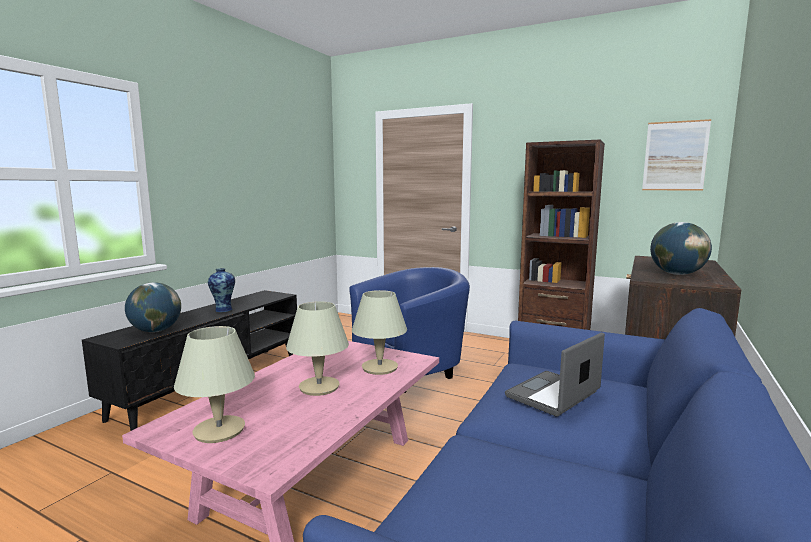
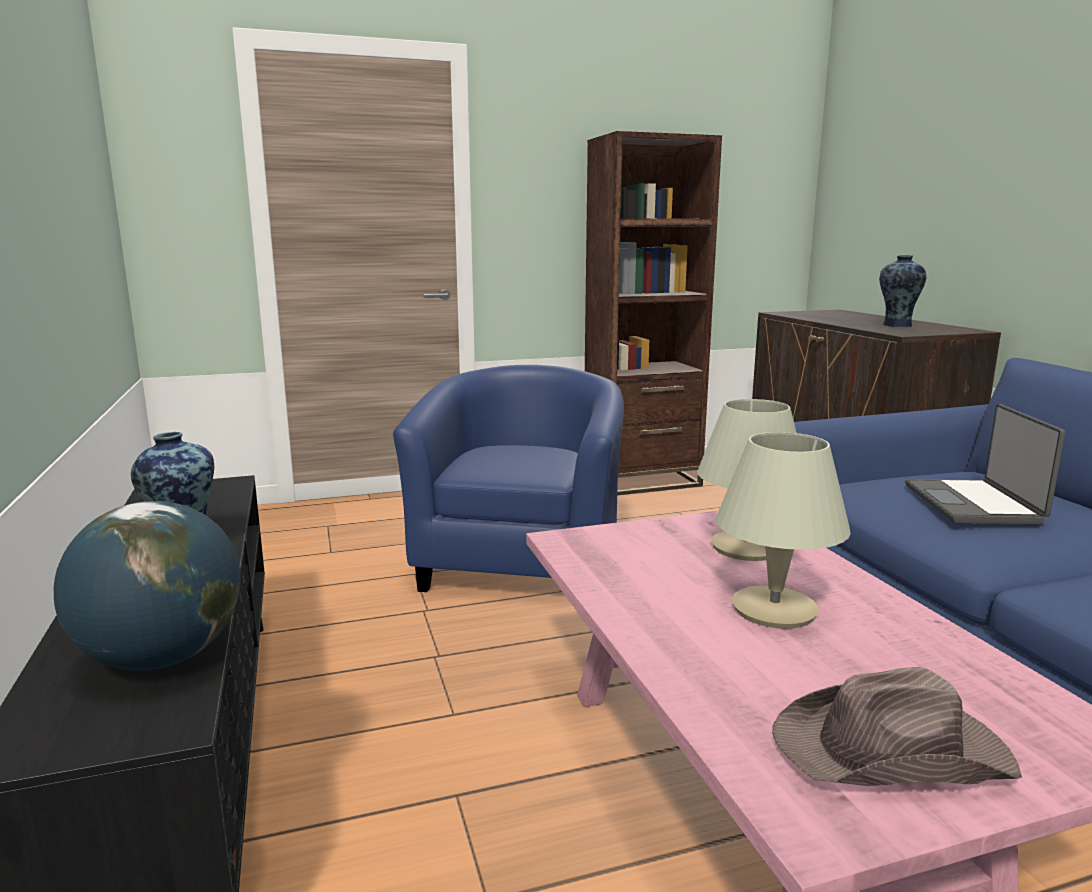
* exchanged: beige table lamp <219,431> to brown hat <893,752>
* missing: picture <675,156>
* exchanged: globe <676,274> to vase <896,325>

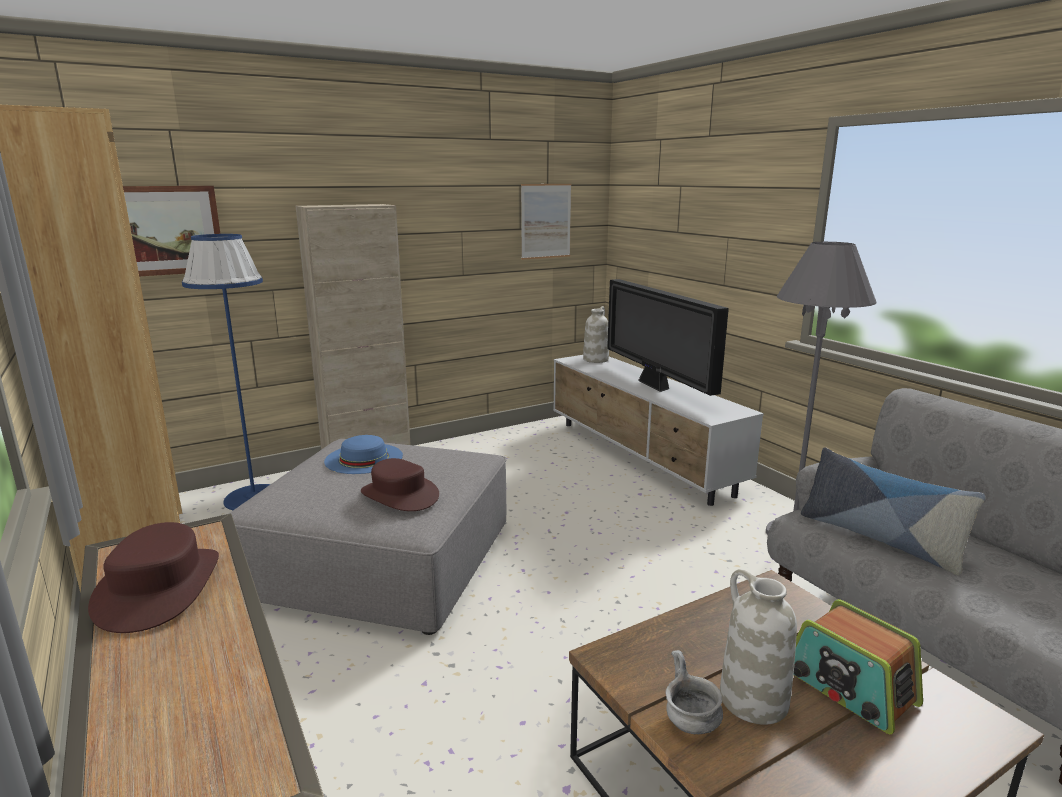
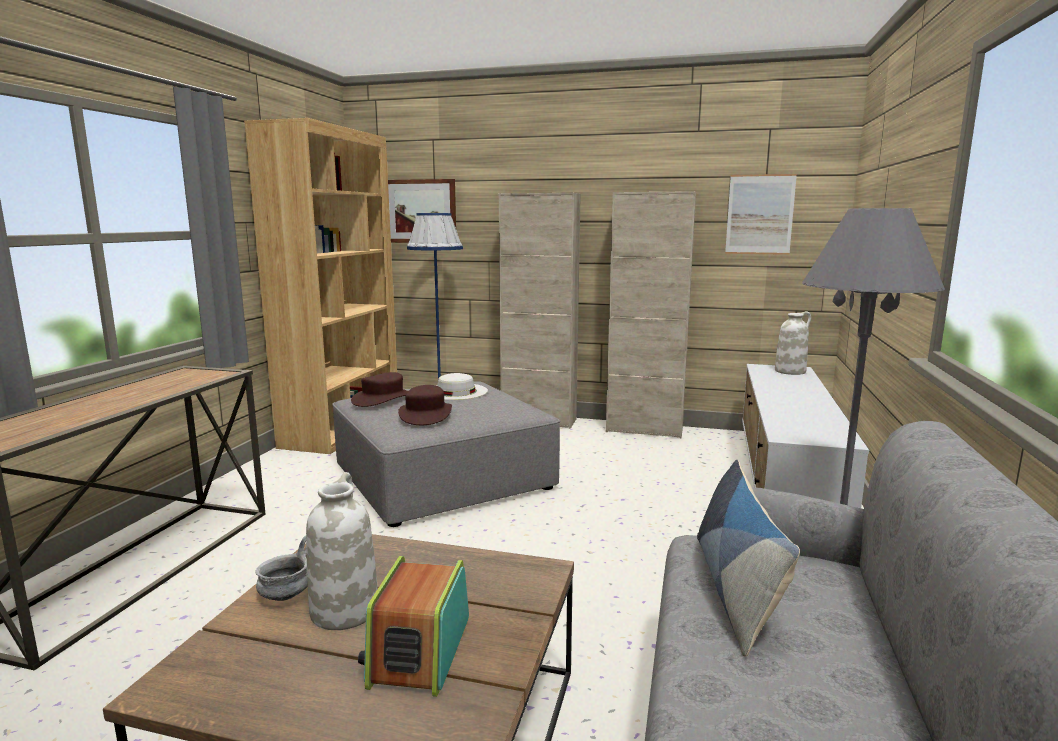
* relocated: brown hat <158,588> to <383,398>
* colour: blue hat <363,458> to white hat <455,391>
* missing: television <655,386>
* appeared: beige cabinet <644,430>

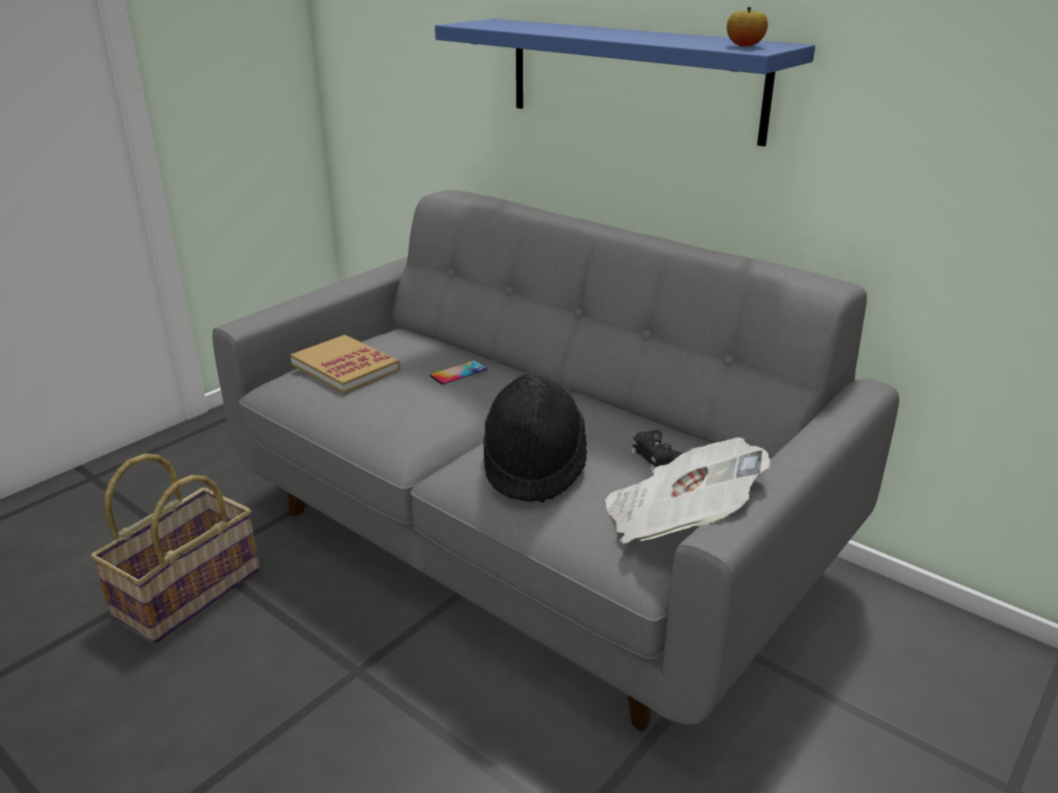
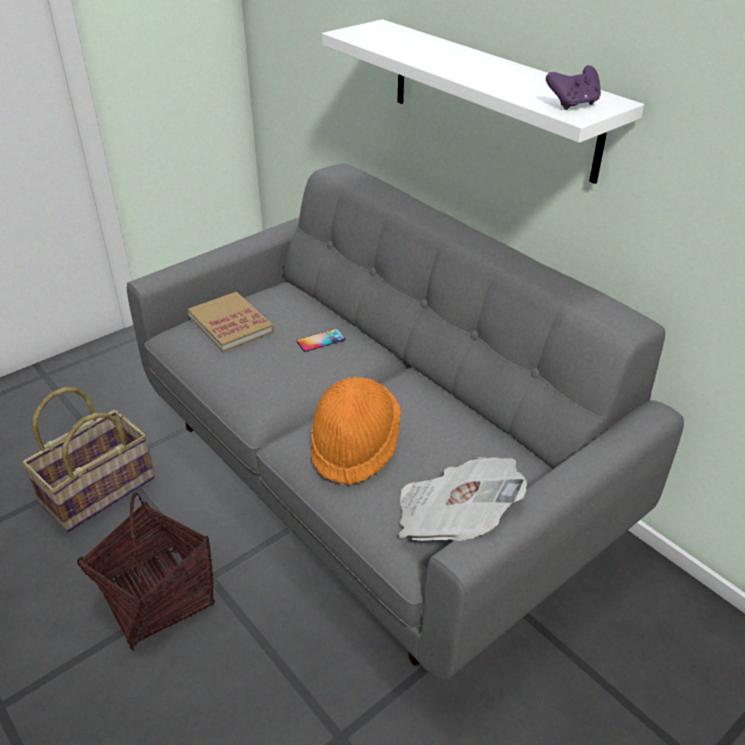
* colour: blue shelf <632,78> to white shelf <492,98>
* colour: black hat <533,465> to orange hat <354,446>
* missing: black game controller <657,457>
* exchanged: apple <744,46> to purple game controller <573,104>
* appeared: basket <157,597>

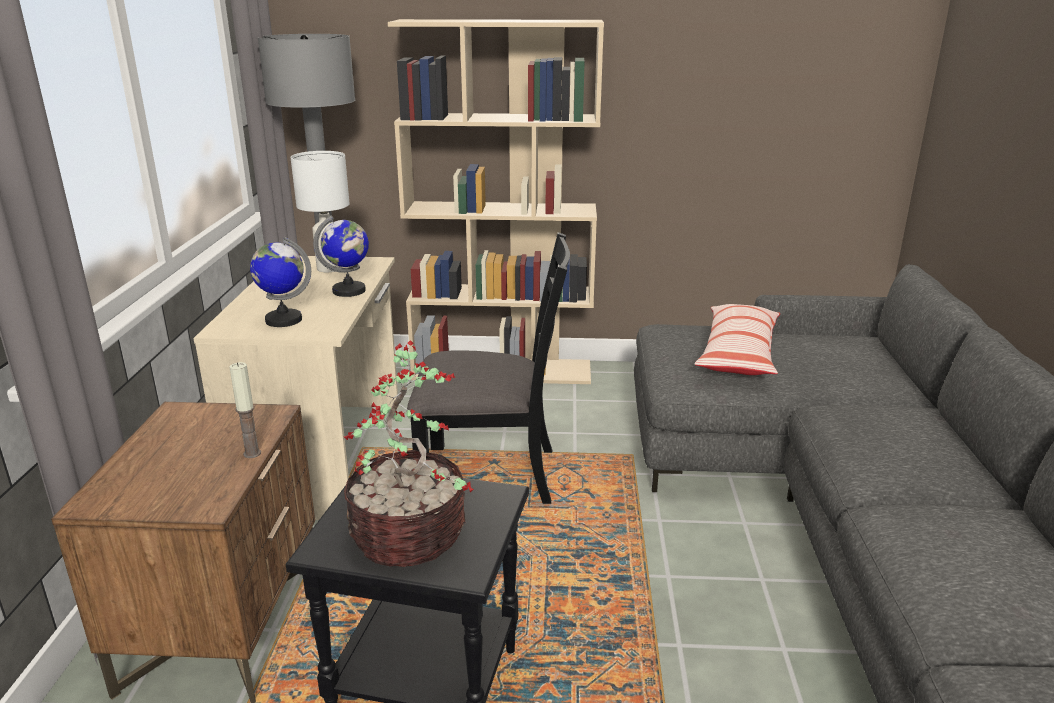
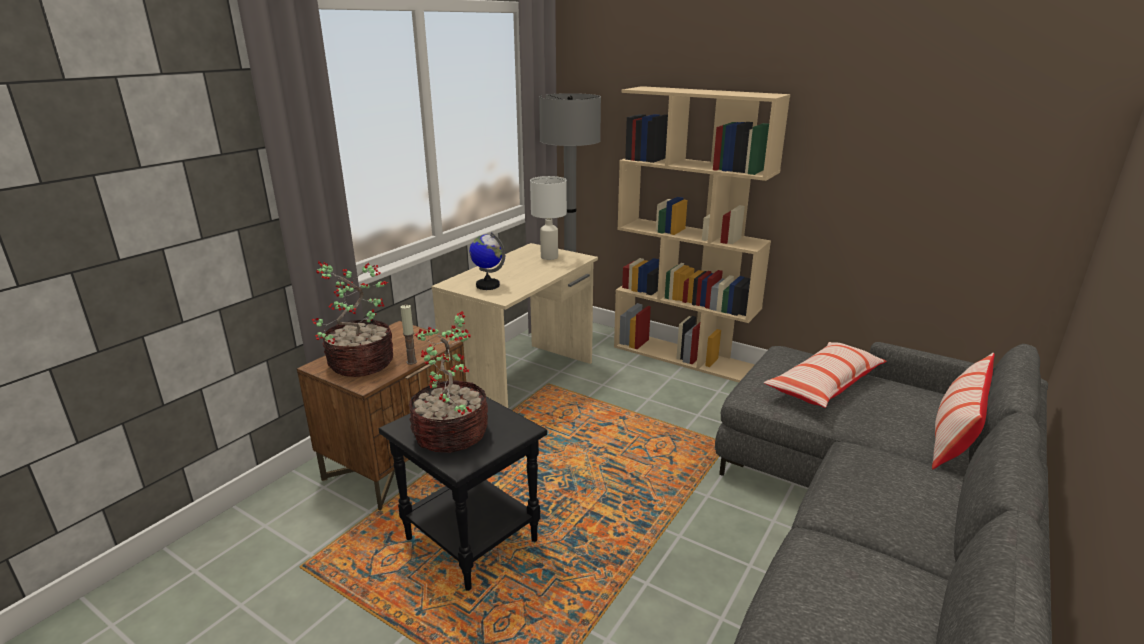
* missing: globe <349,291>
* missing: black chair <490,475>
* appeared: potted plant <359,364>
* appeared: pillow <954,436>

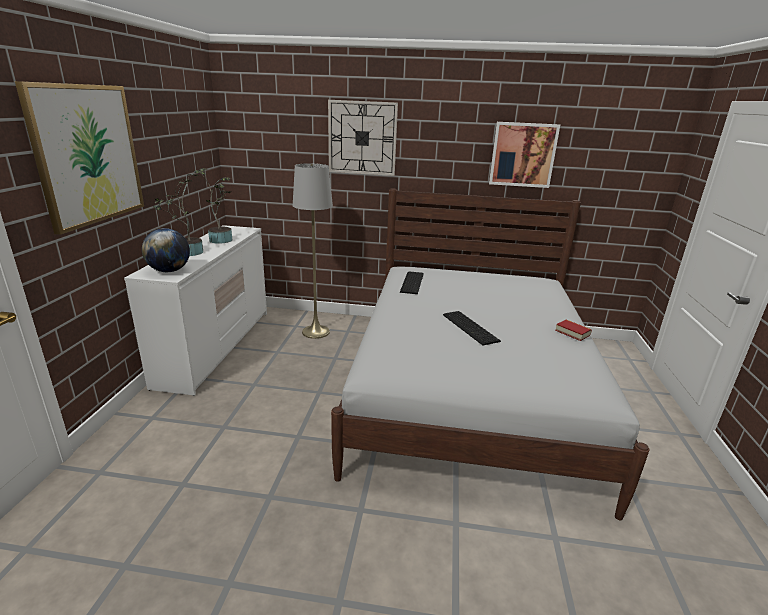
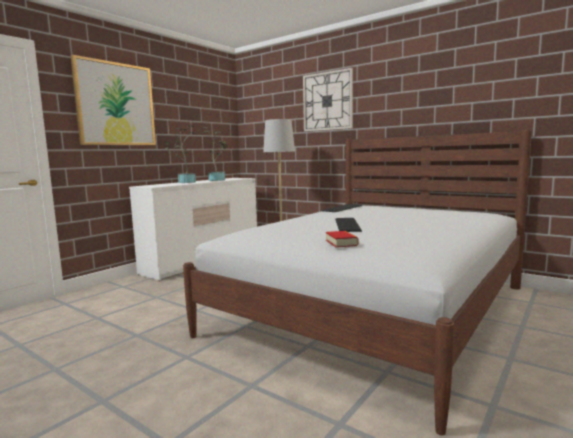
* missing: globe <169,271>
* missing: picture <523,155>
* relocated: book <572,333> to <341,243>

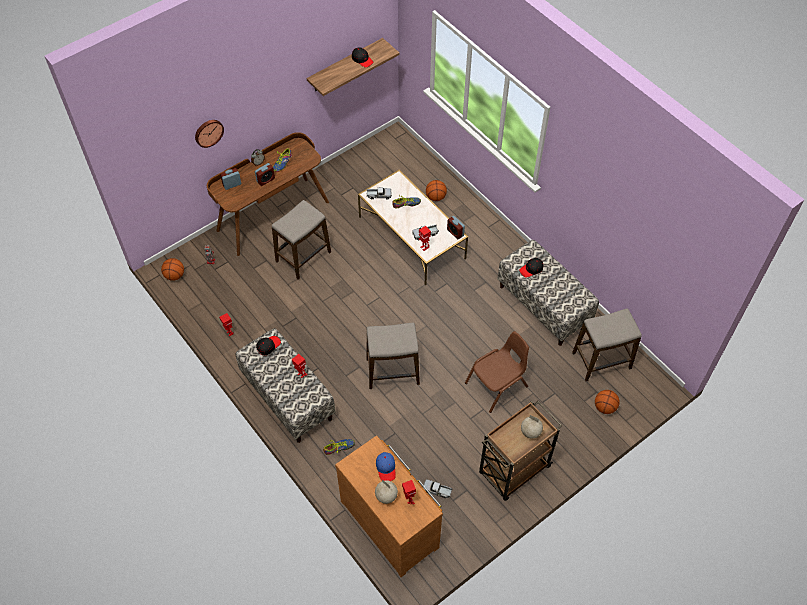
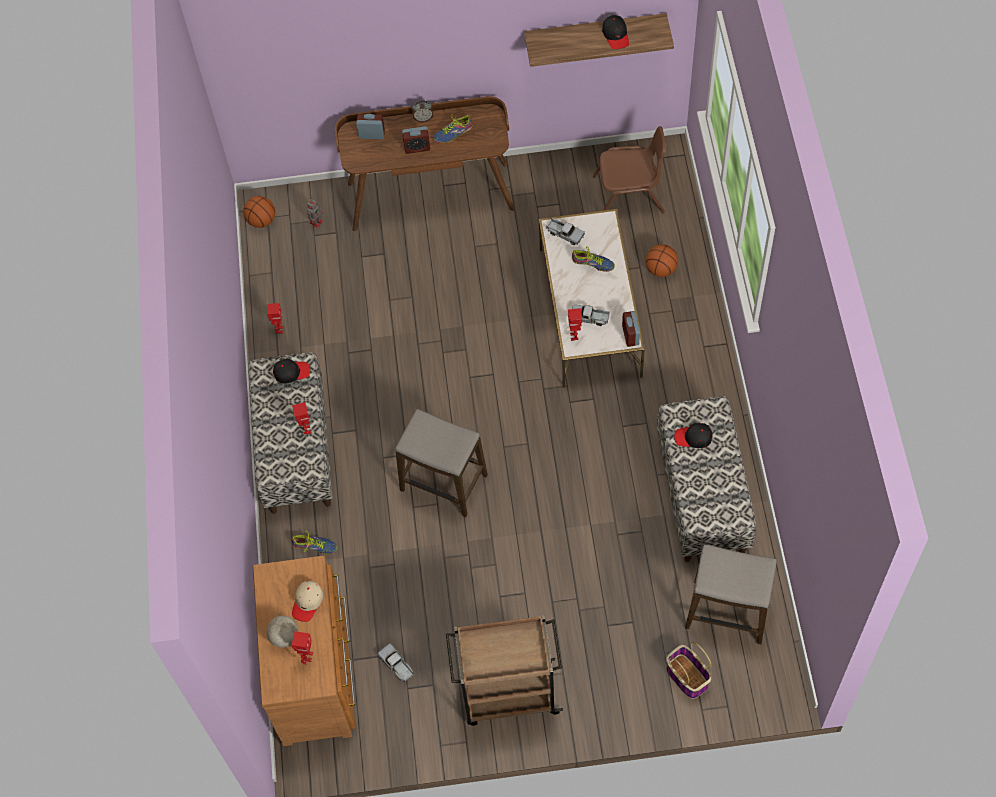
* missing: wall clock <208,132>
* missing: stool <303,257>
* colour: blue cap <386,468> to beige cap <307,602>
* relocated: brown chair <497,385> to <629,195>
* missing: globe <530,432>
* exchanged: basketball <604,407> to basket <686,676>

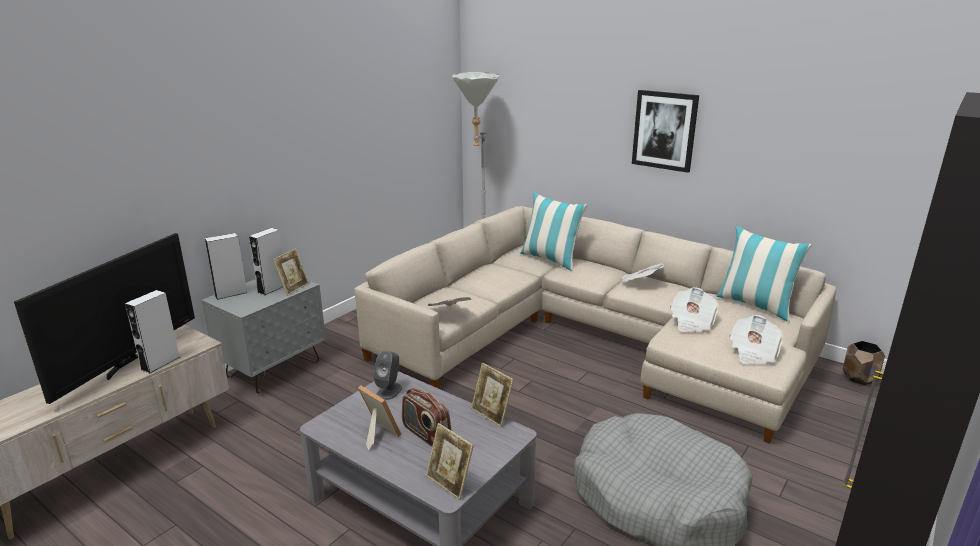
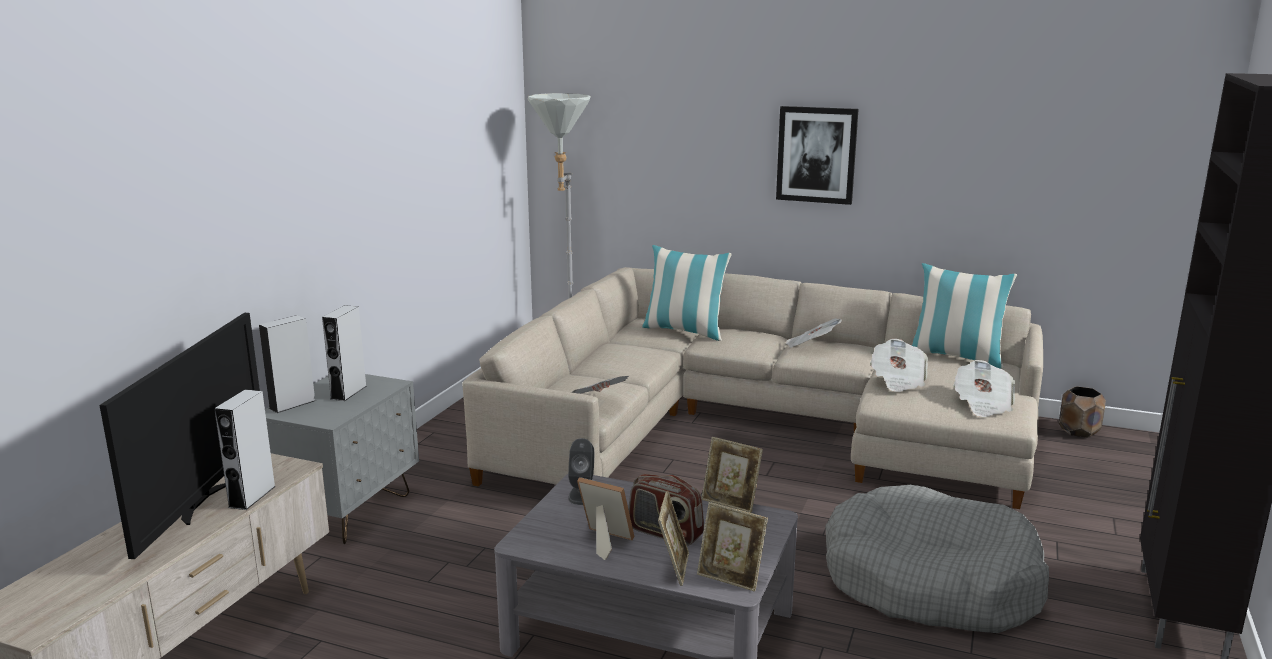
* relocated: picture frame <293,288> to <673,568>

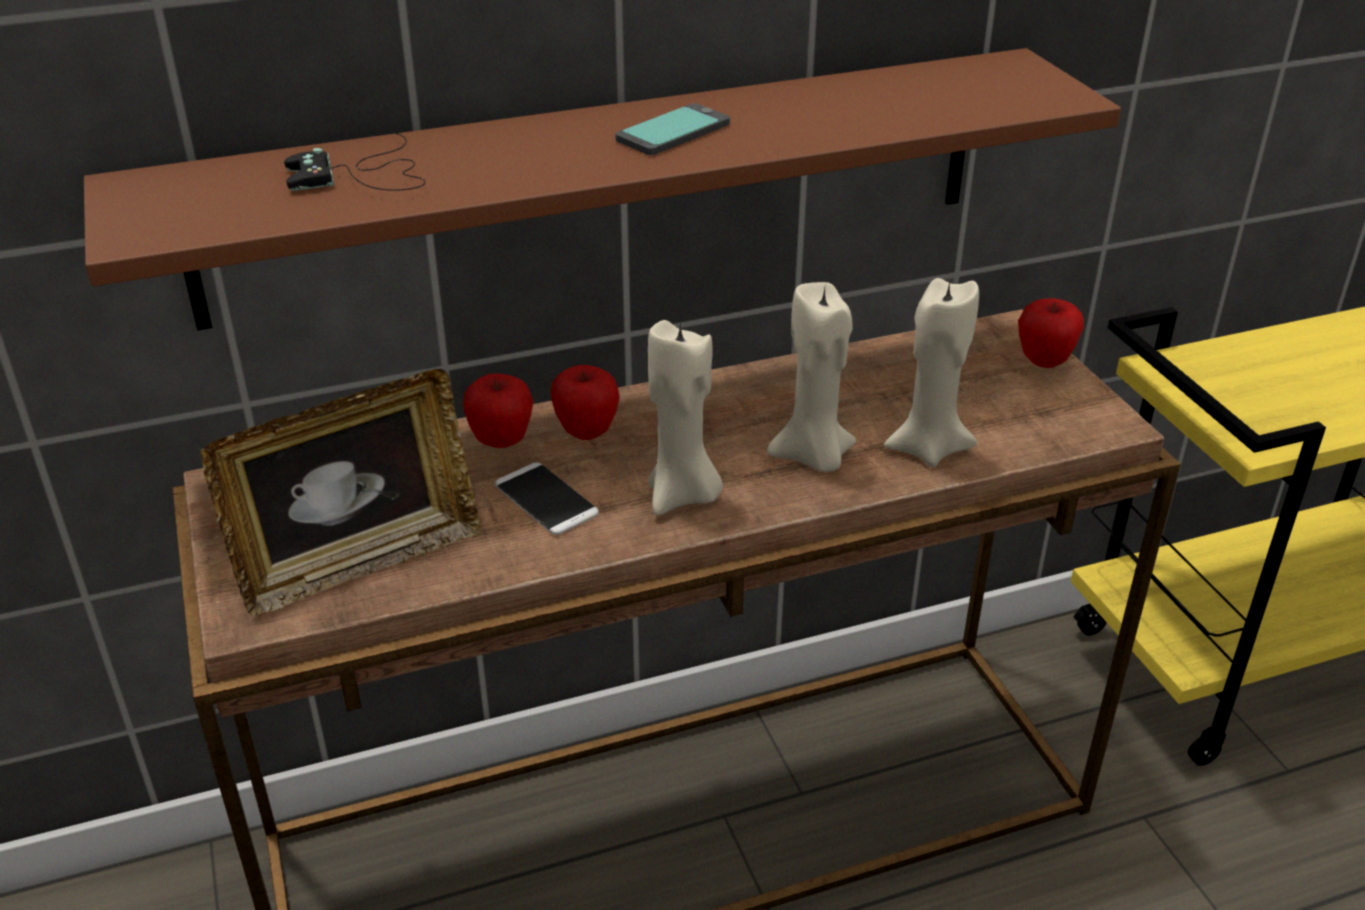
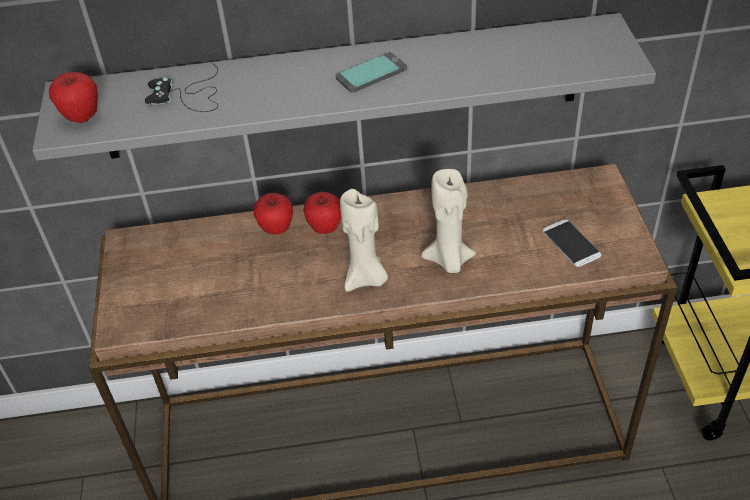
* colour: brown shelf <603,184> to grey shelf <341,88>
* missing: picture frame <359,562>
* relocated: phone <546,500> to <571,243>
* missing: beige candle <927,448>
* relocated: apple <1044,361> to <82,117>

